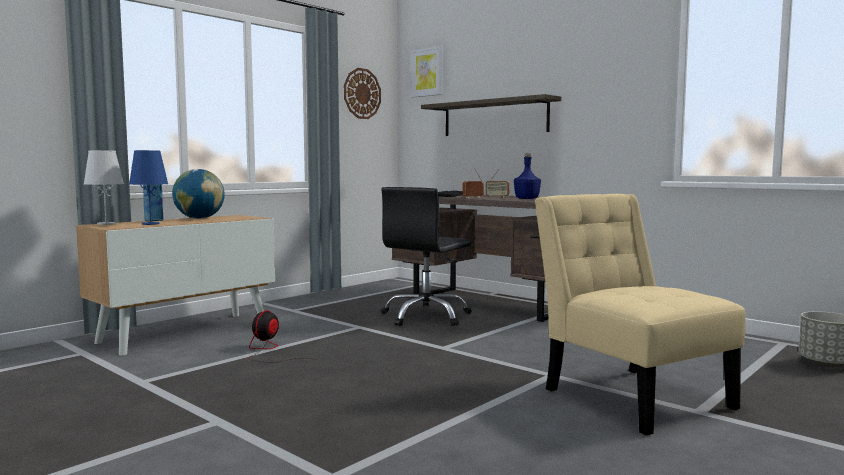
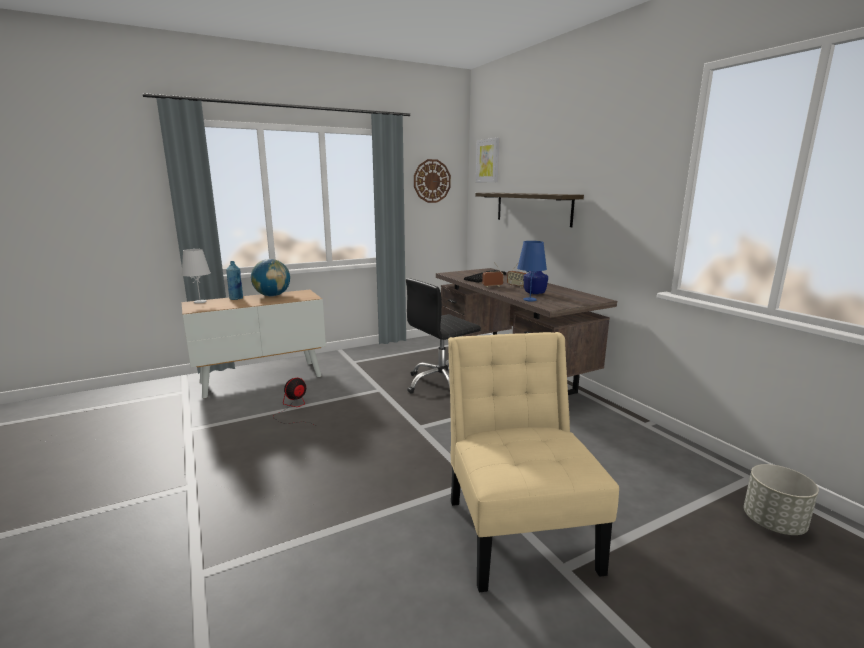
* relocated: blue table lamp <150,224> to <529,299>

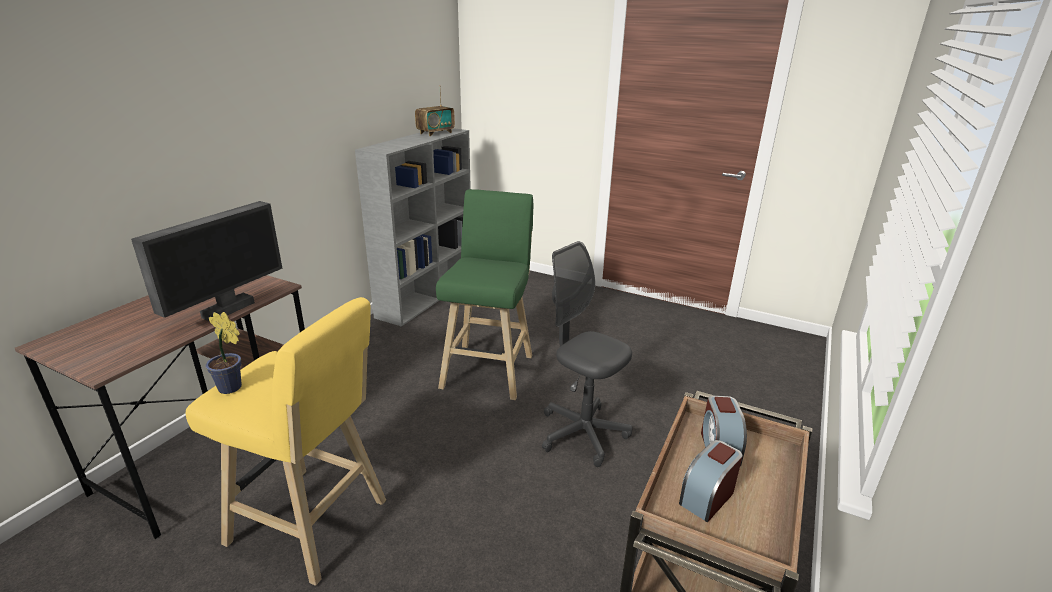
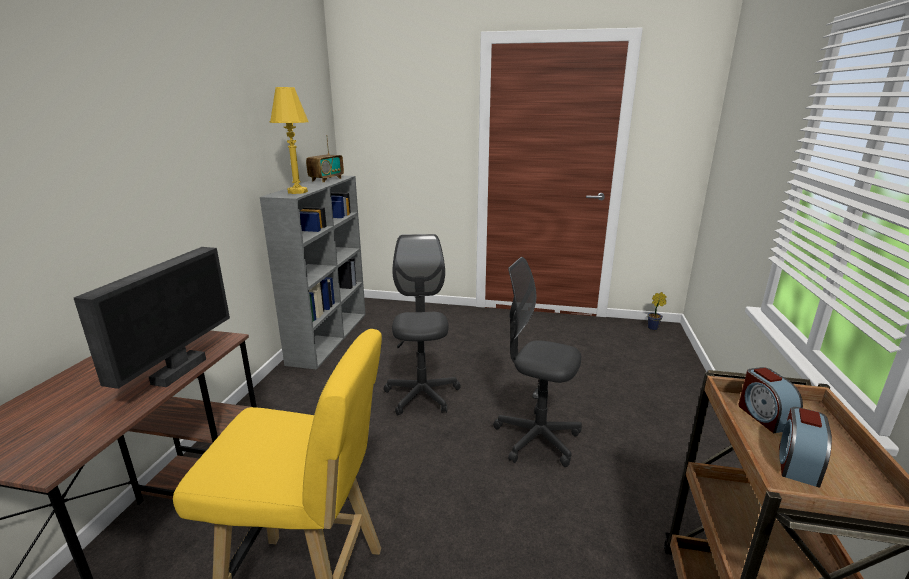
* relocated: potted plant <232,388> to <654,328>
* exchanged: green stool <489,369> to grey office chair <422,395>
* appeared: yellow table lamp <297,192>

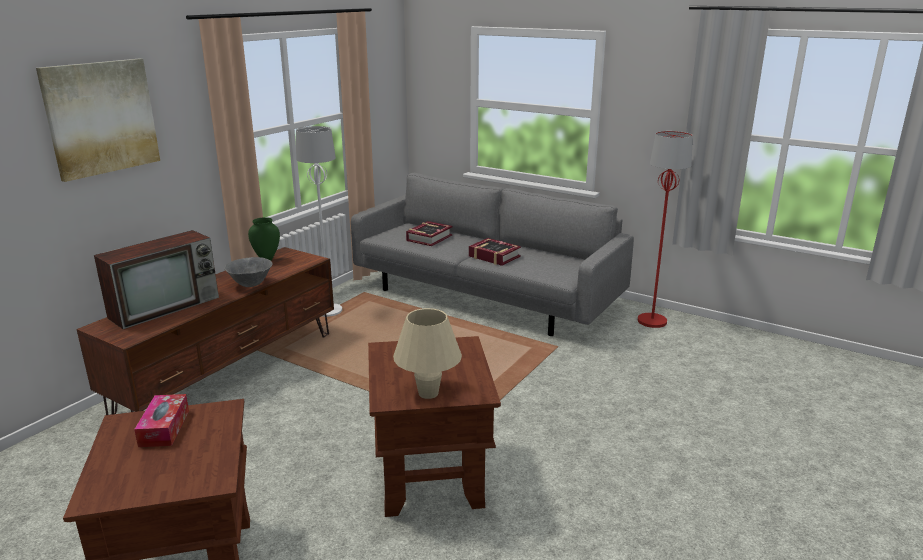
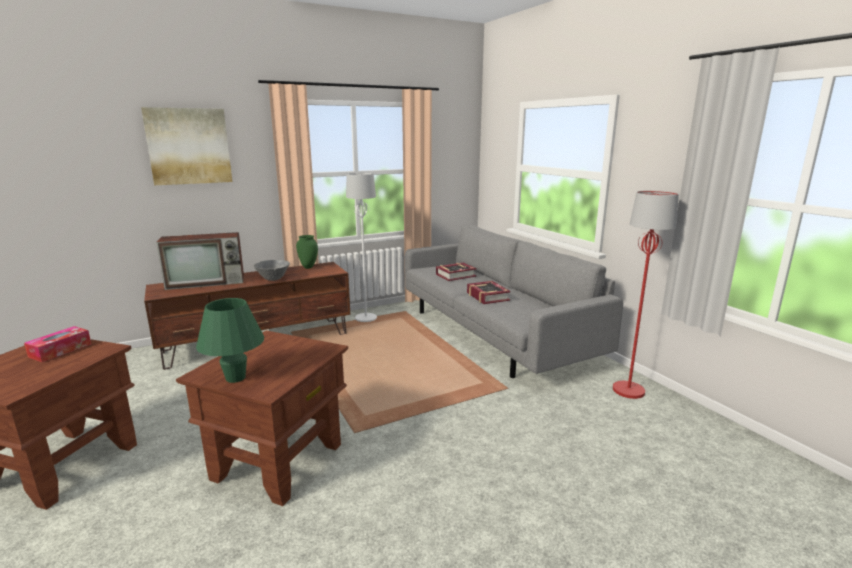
* colour: beige table lamp <428,393> to green table lamp <235,378>

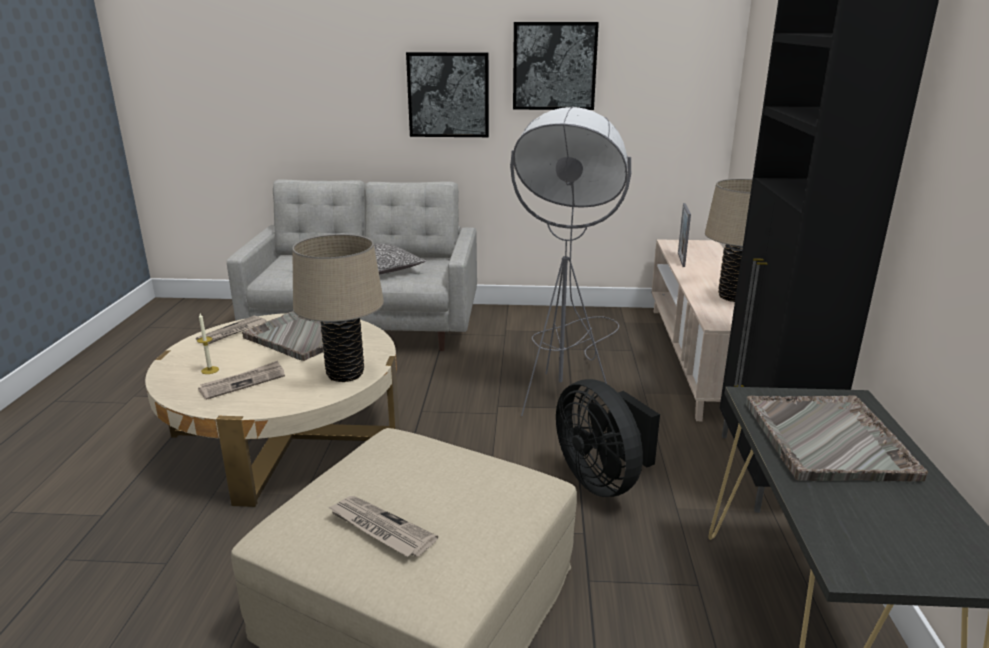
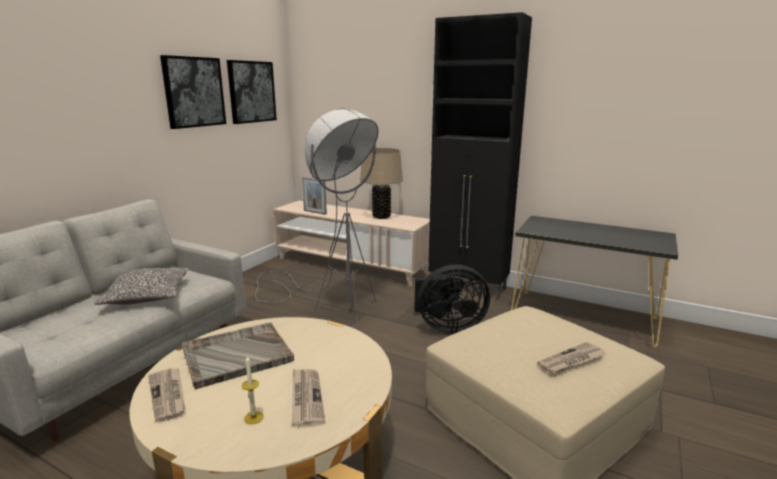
* missing: beige table lamp <345,374>
* relocated: picture <448,95> to <251,92>
* missing: grey tray <827,440>

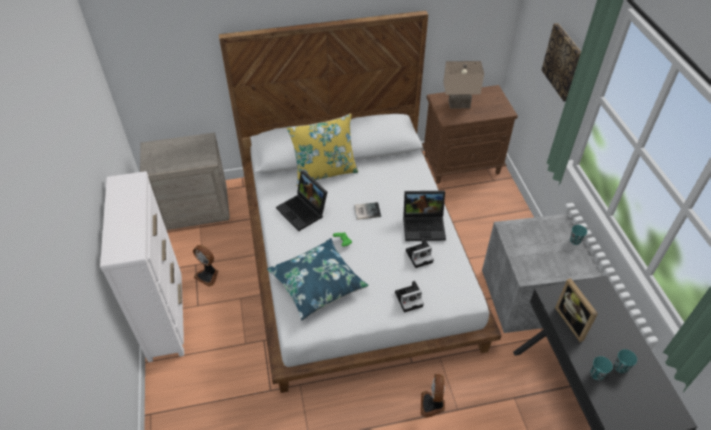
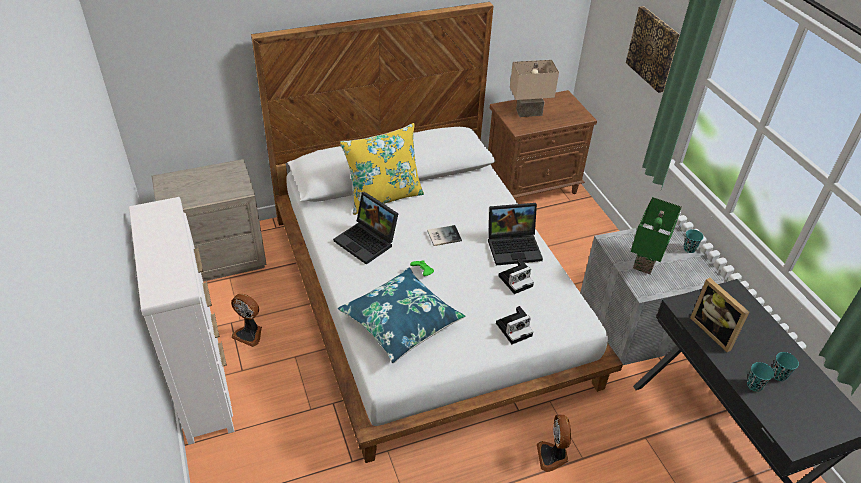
* appeared: green table lamp <646,263>

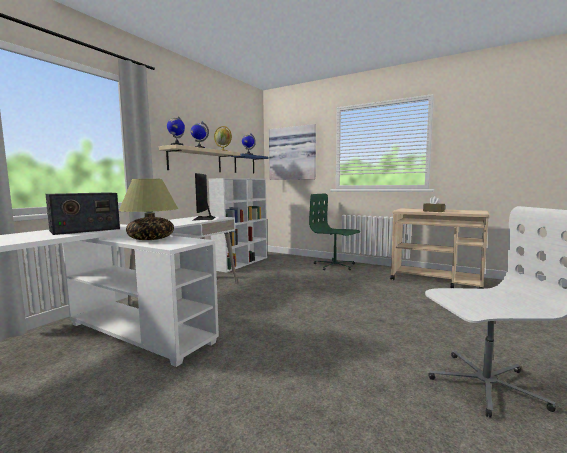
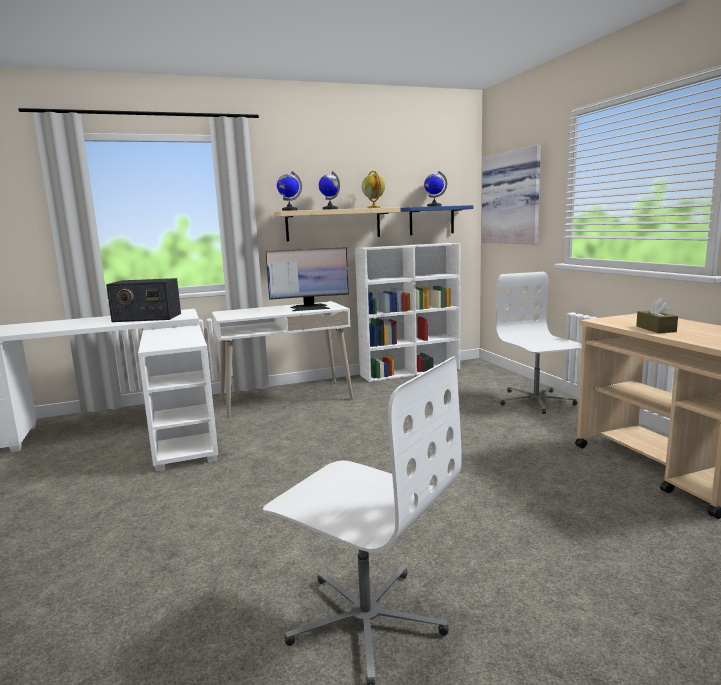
* missing: table lamp <151,239>
* spun: monitor <204,218> = <310,308> 135 degrees counterclockwise
* colour: green office chair <334,265> to white office chair <535,401>

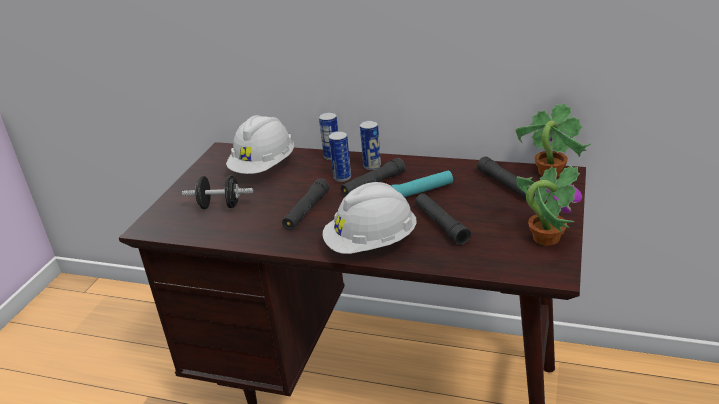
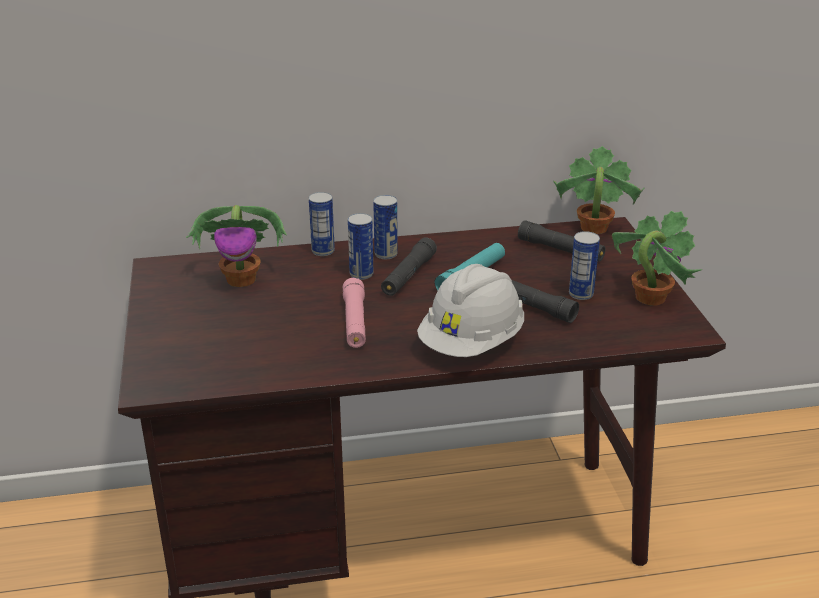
* missing: black dumbbell <220,206>
* exchanged: white hard hat <264,167> to potted plant <242,279>
* colour: black flashlight <306,211> to pink flashlight <355,322>
* appeared: can <581,294>

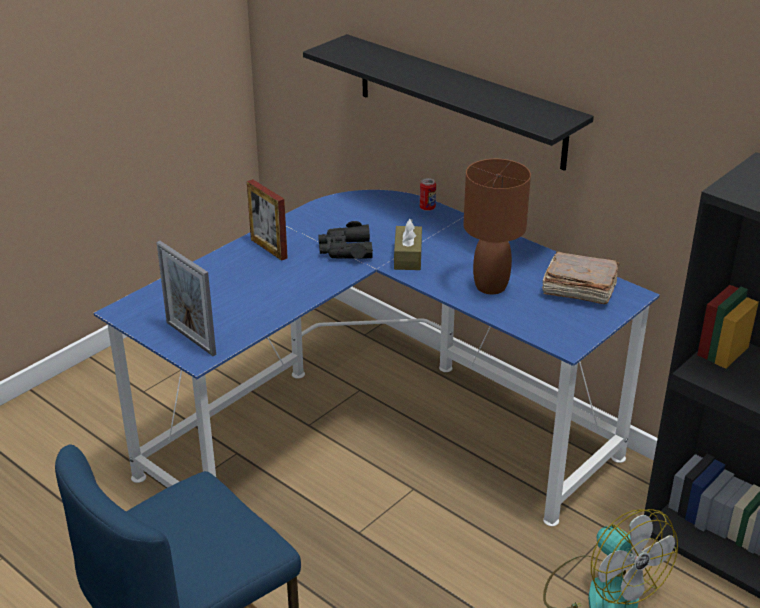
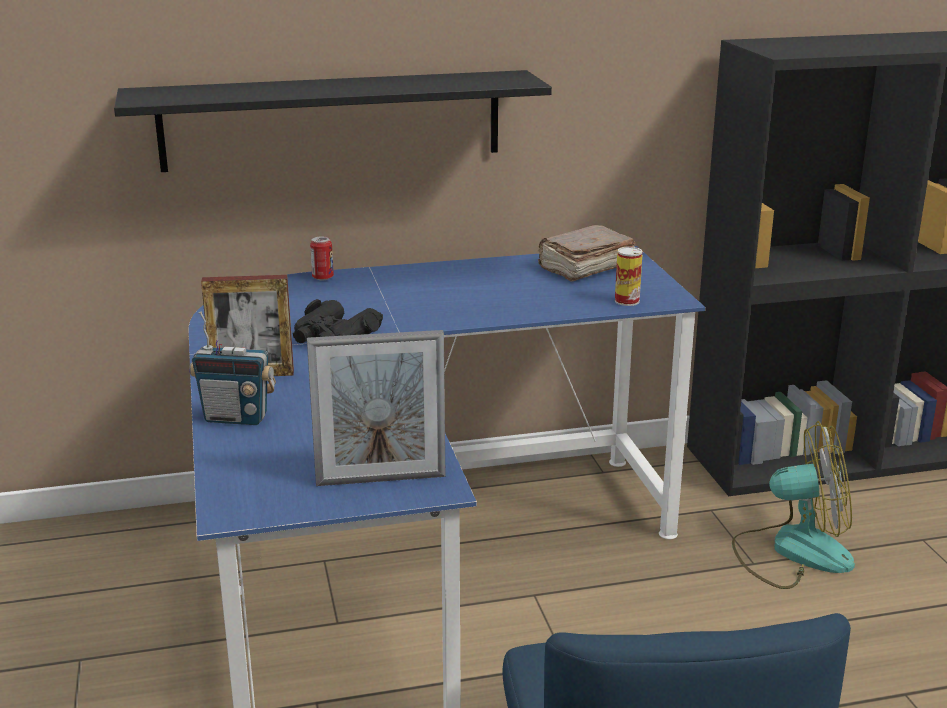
* missing: brown tissue box <408,257>
* missing: brown table lamp <490,286>
* appeared: radio <236,418>
* appeared: can <627,301>

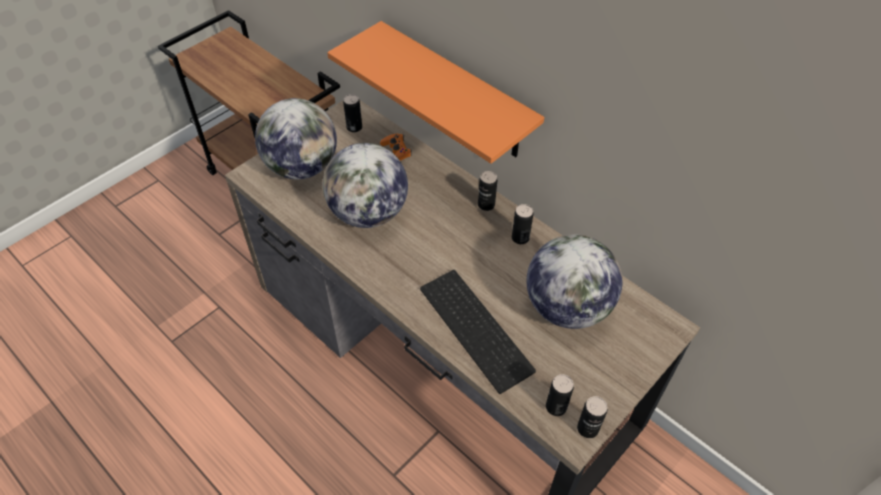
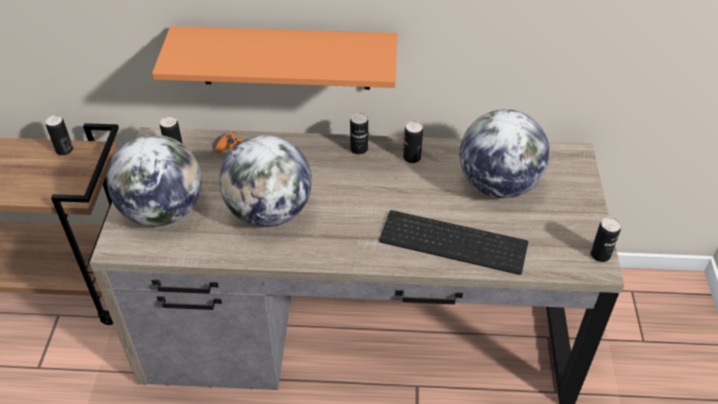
* relocated: can <556,406> to <64,150>

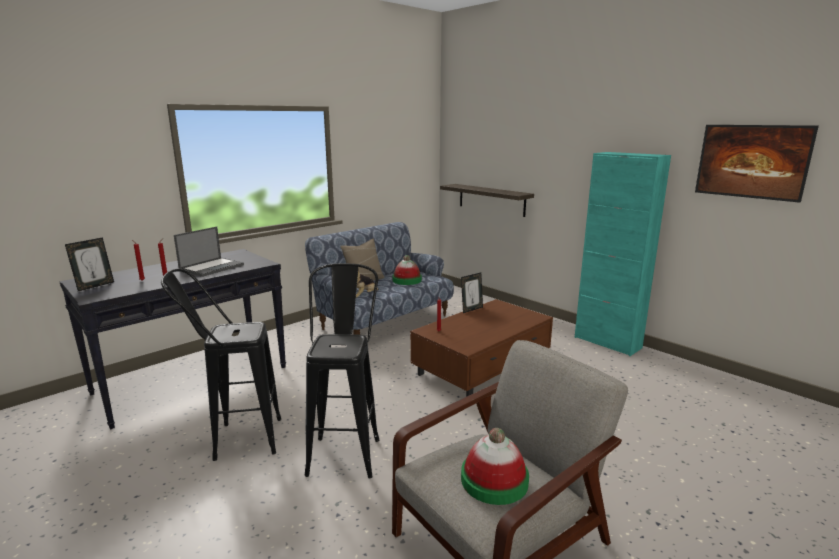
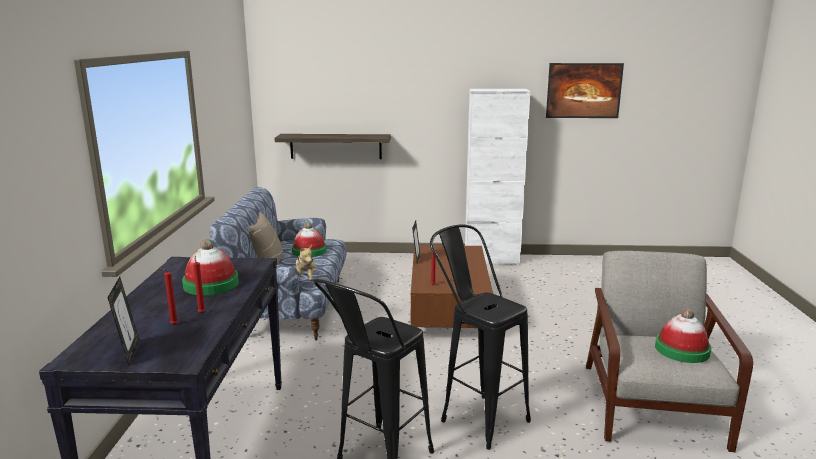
* exchanged: laptop <212,267> to hat <211,284>
* colour: turquoise cabinet <607,342> to white cabinet <491,260>

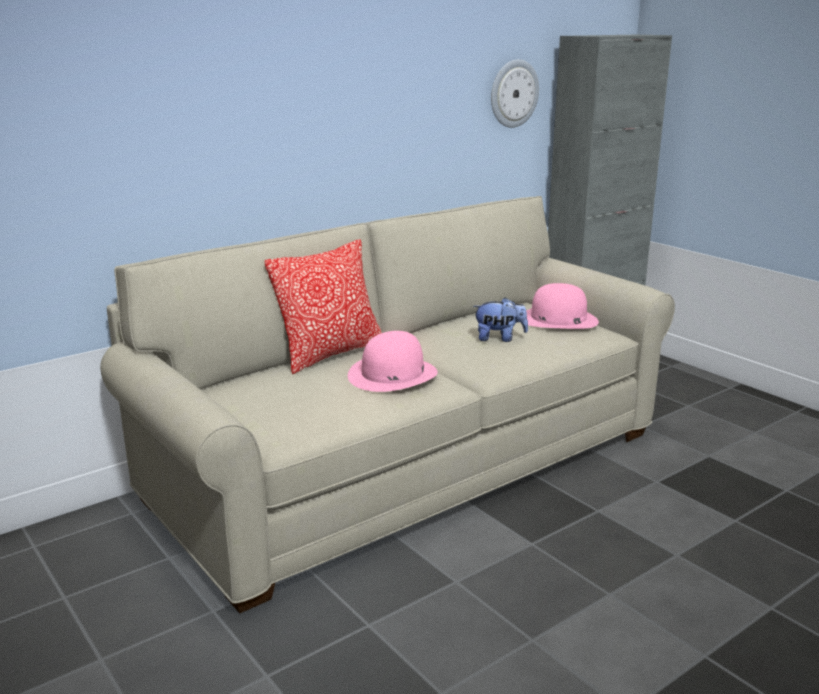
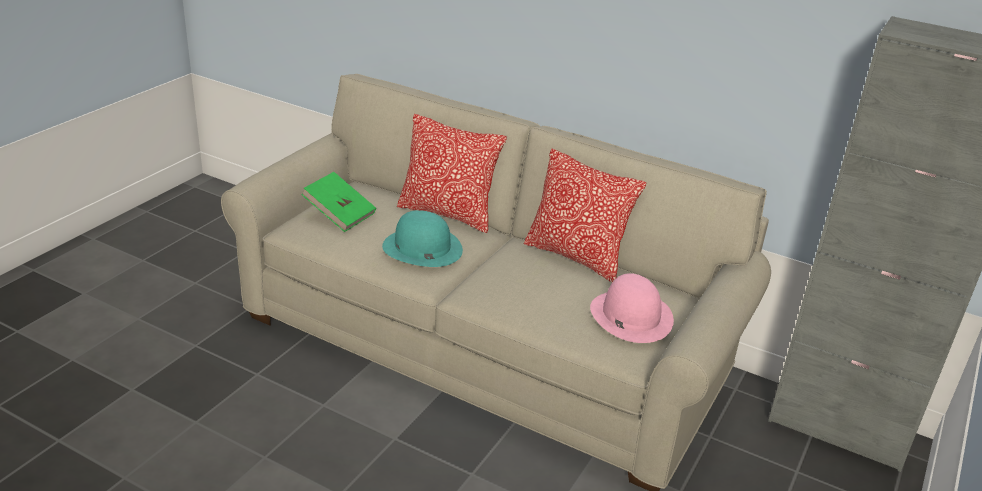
* colour: pink hat <392,374> to turquoise hat <422,248>
* missing: plush toy <499,338>
* missing: wall clock <513,93>
* appeared: green book <340,215>
* appeared: pillow <576,257>

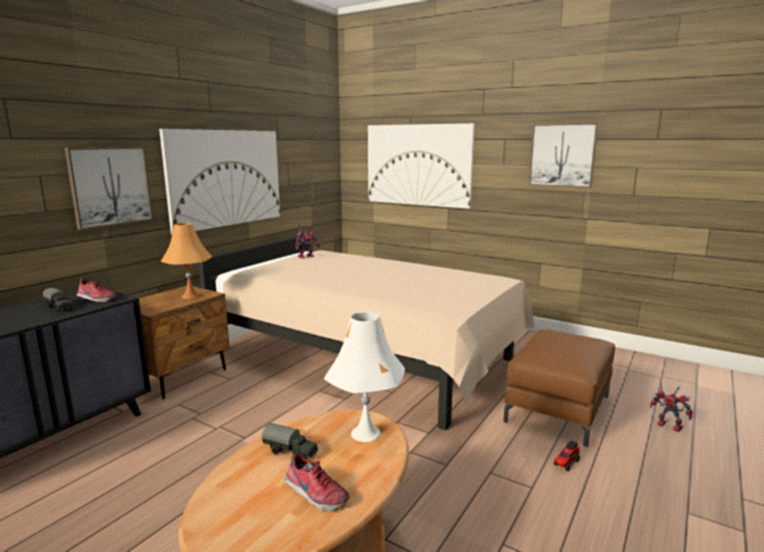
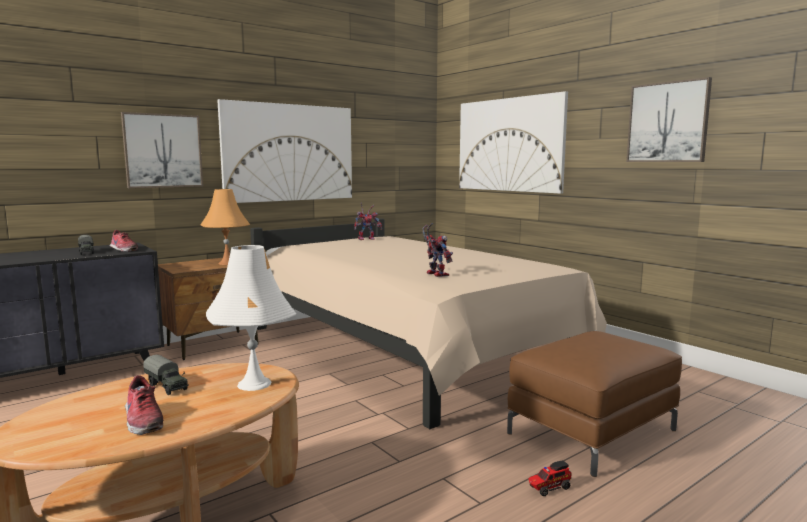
* relocated: toy robot <666,426> to <434,274>

